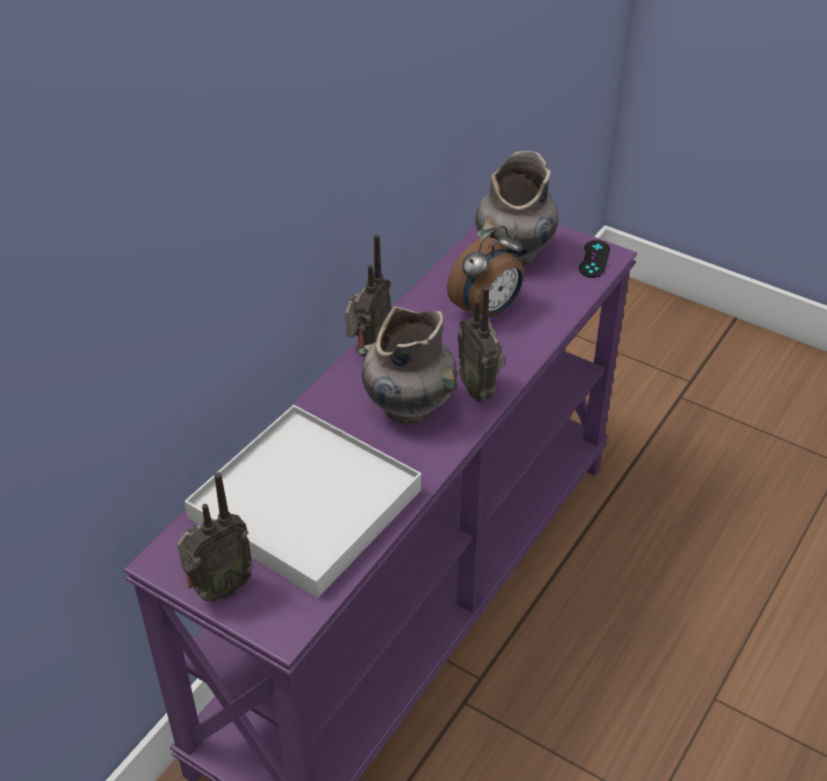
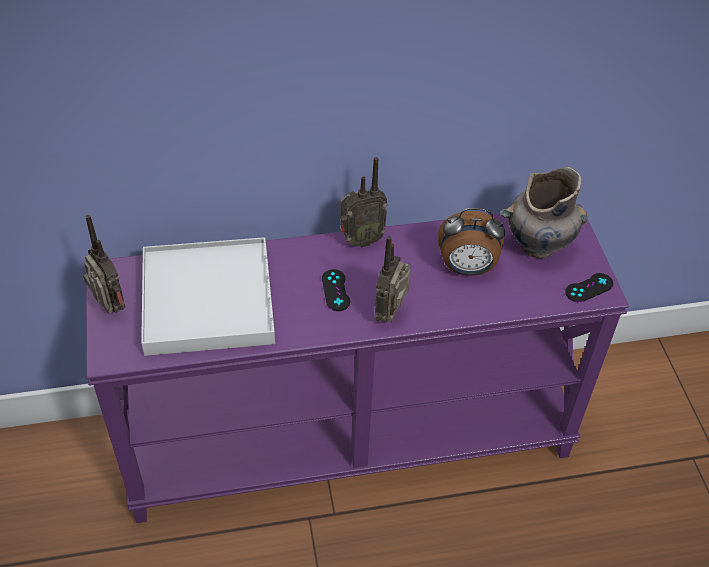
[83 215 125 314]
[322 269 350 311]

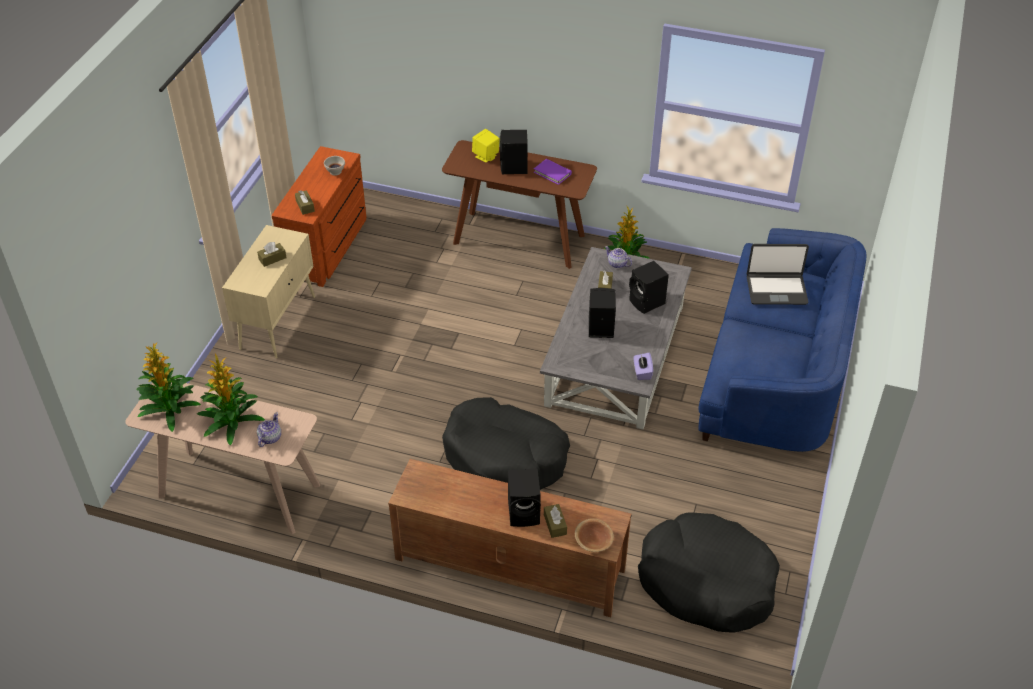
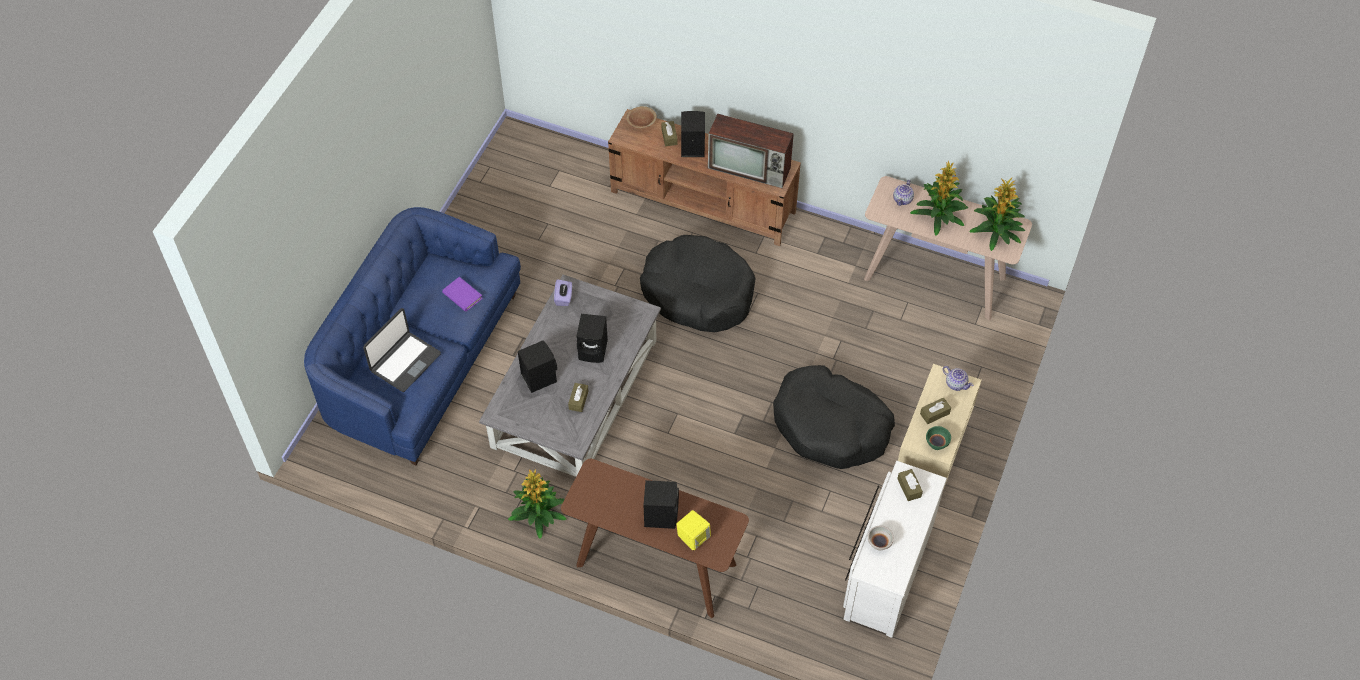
[363 308 441 392]
[442 277 483 312]
[708 114 794 188]
[773 365 895 469]
[843 461 947 638]
[926 426 951 450]
[942 366 973 391]

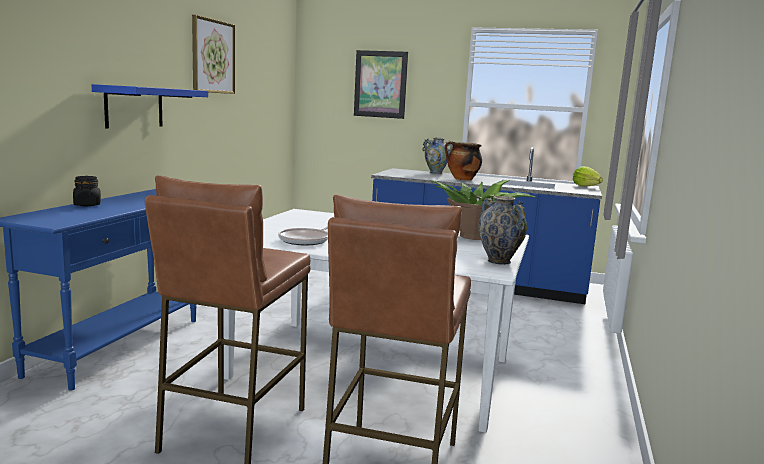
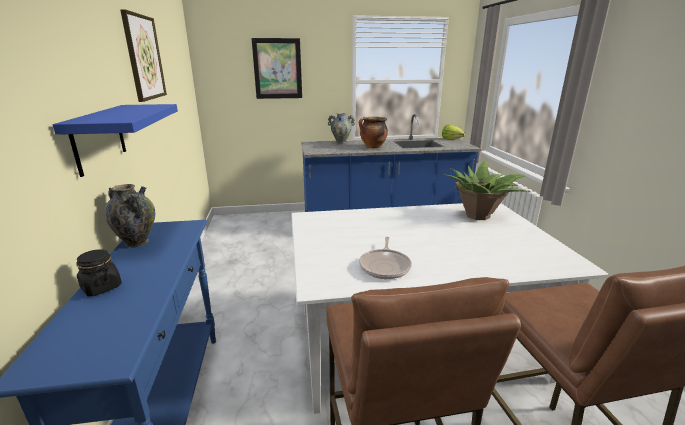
[104 184 155 248]

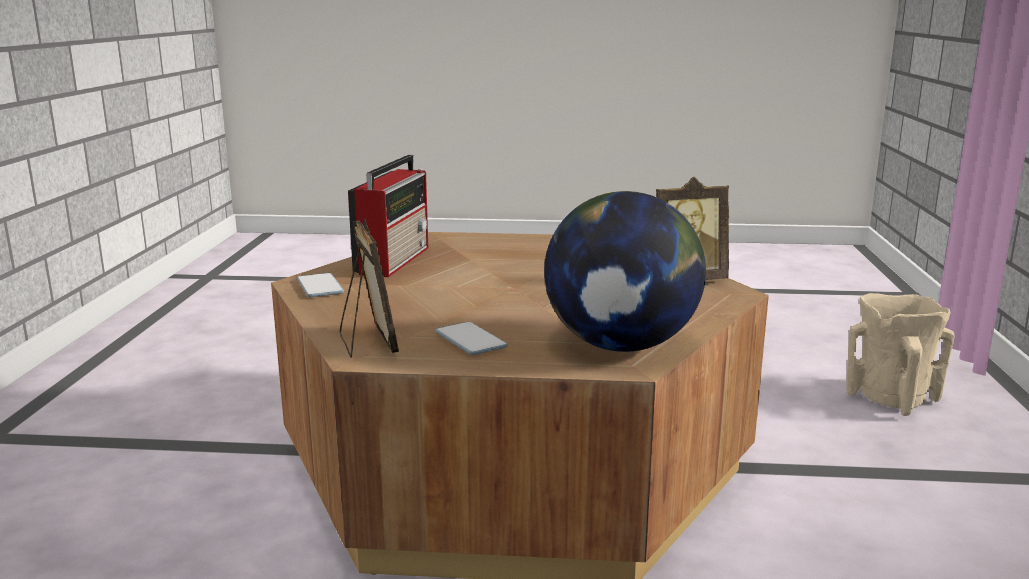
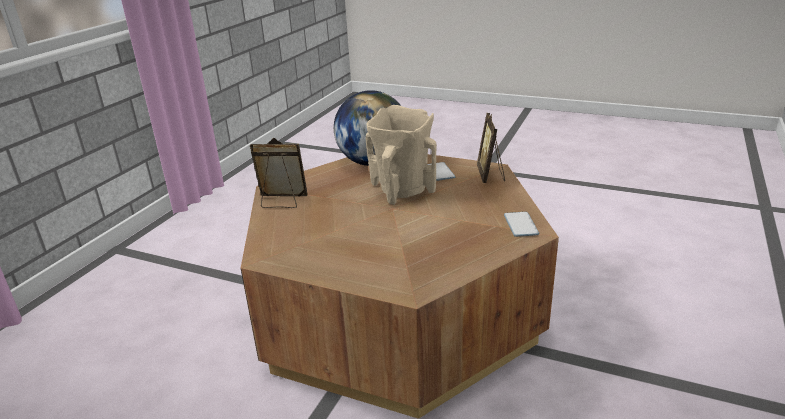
[366 105 437 205]
[348 155 428 277] (first image)

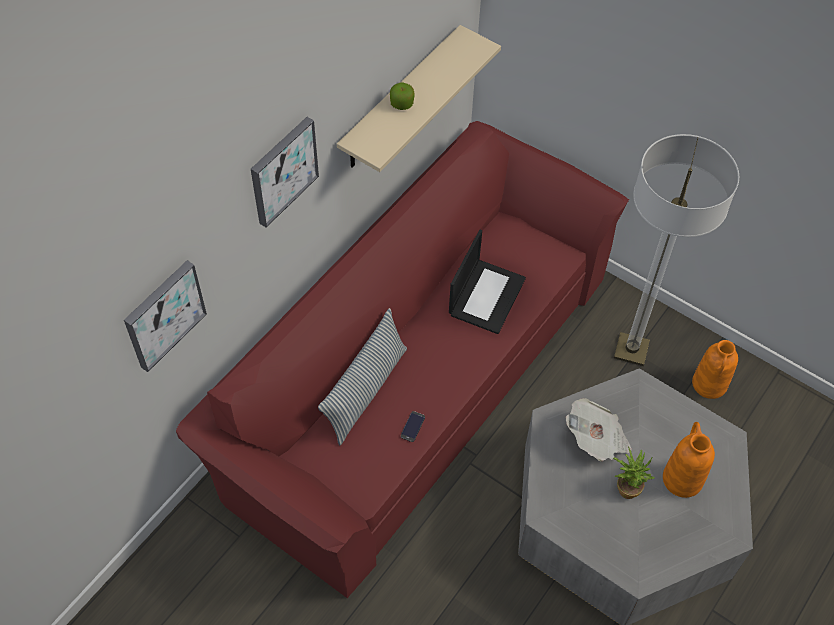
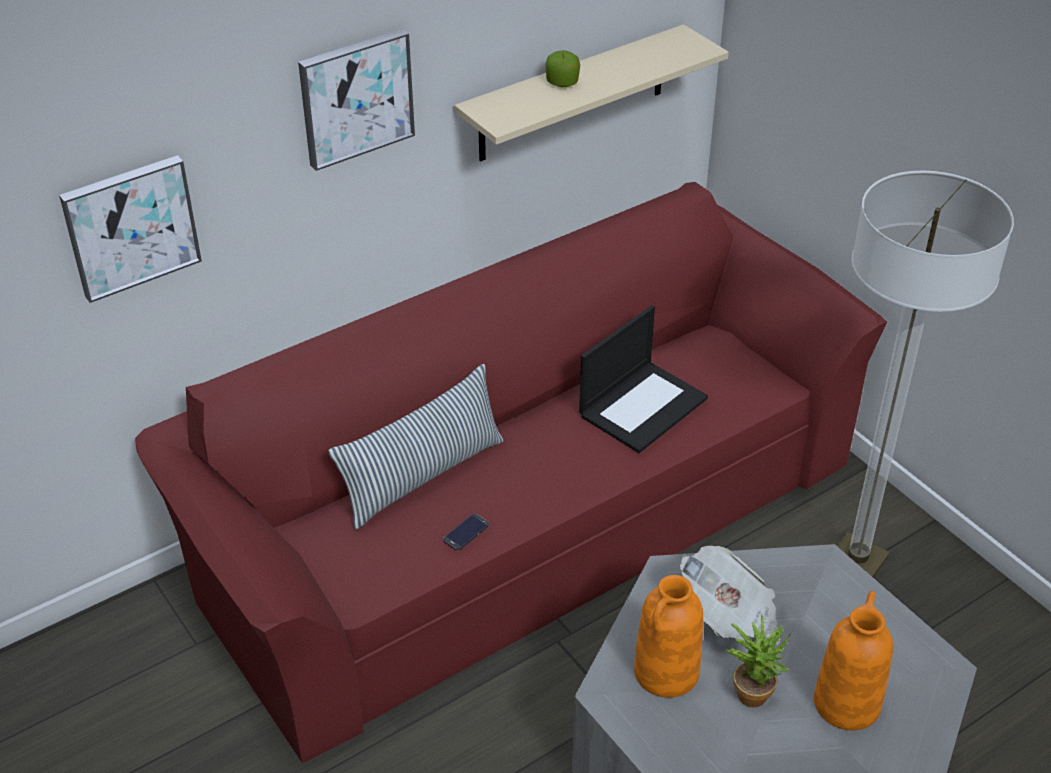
[634 575 703 698]

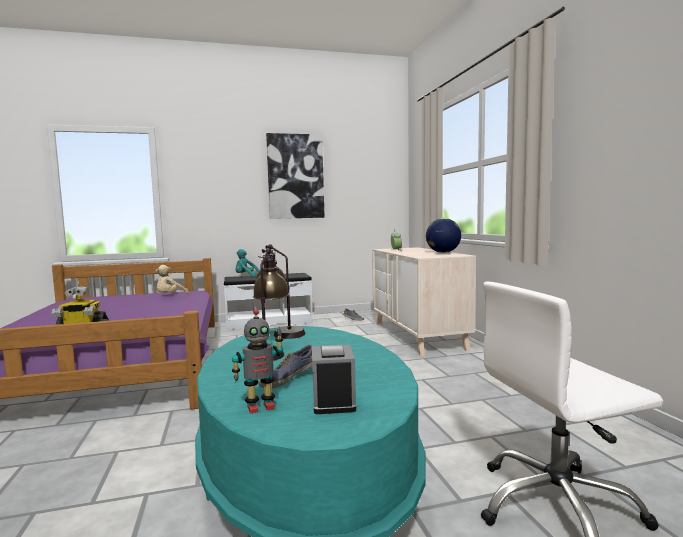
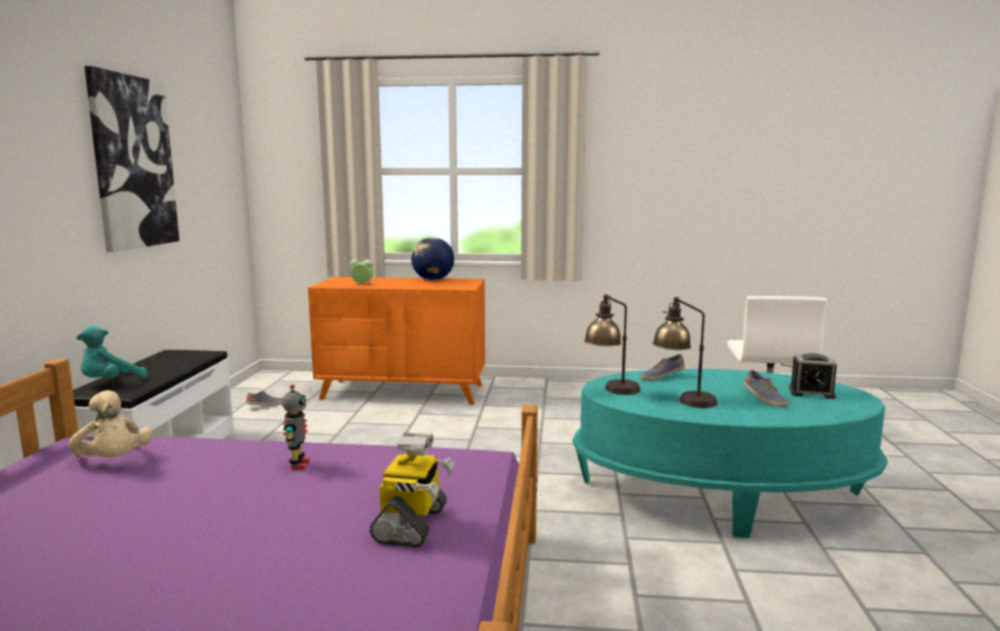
[282 384 310 470]
[308 277 485 405]
[640 354 685 381]

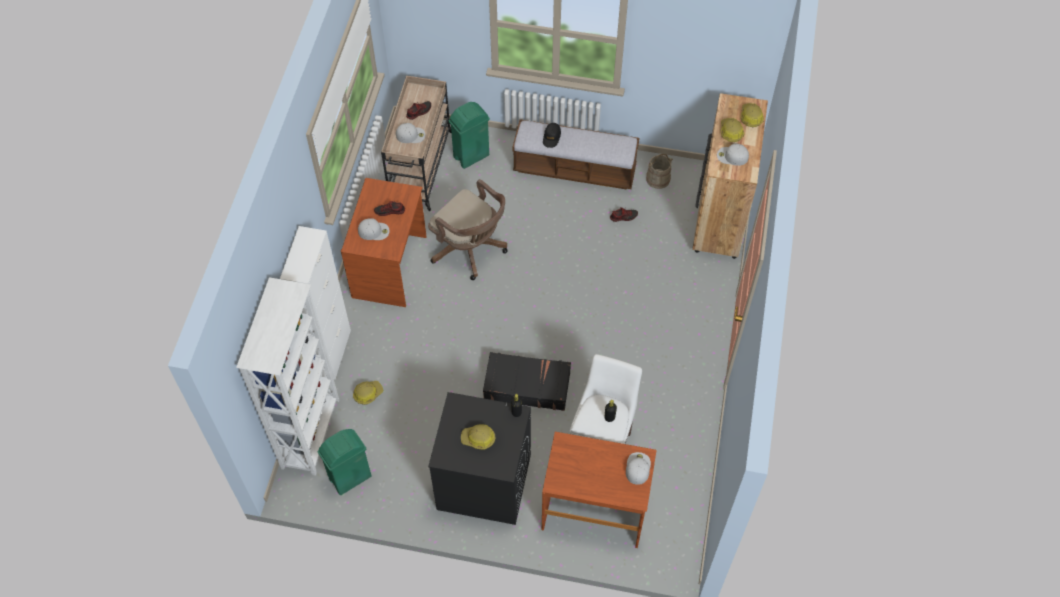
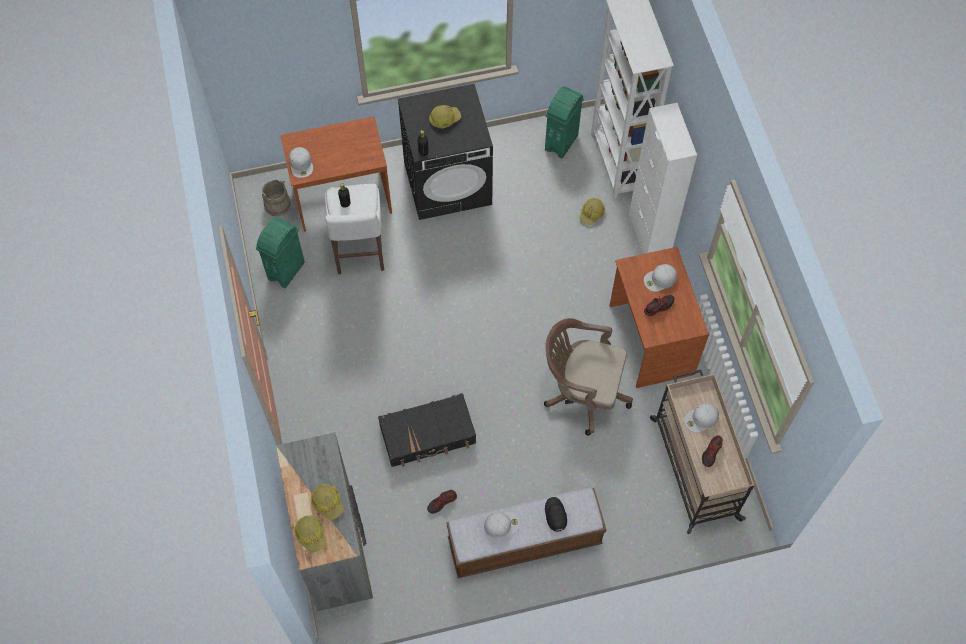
[256 217 305 288]
[262 180 291 217]
[276 432 373 611]
[378 393 476 467]
[484 512 520 538]

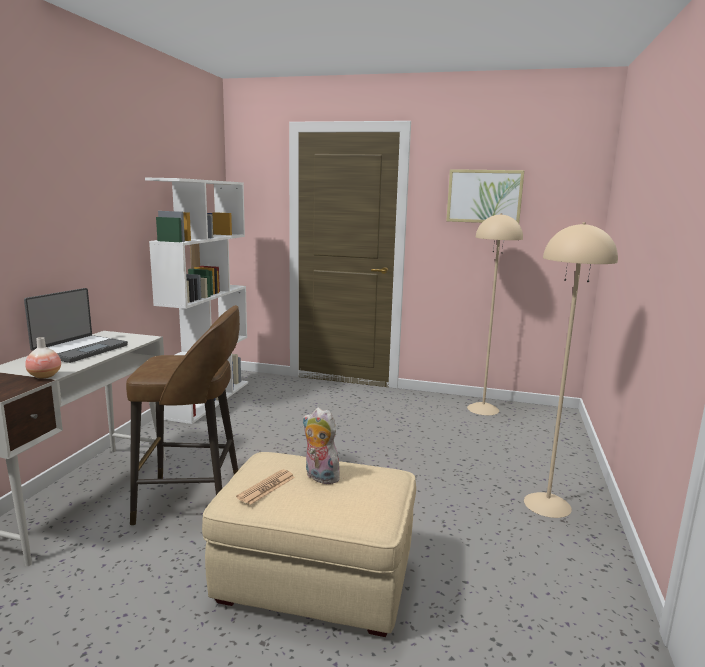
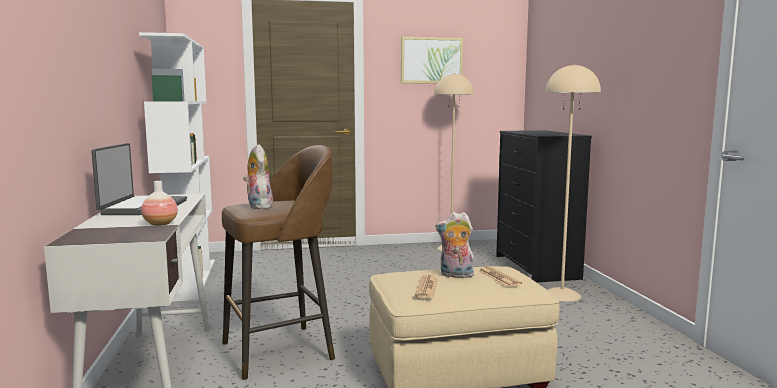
[243 144 273 209]
[479 266 522 287]
[496 130 592 283]

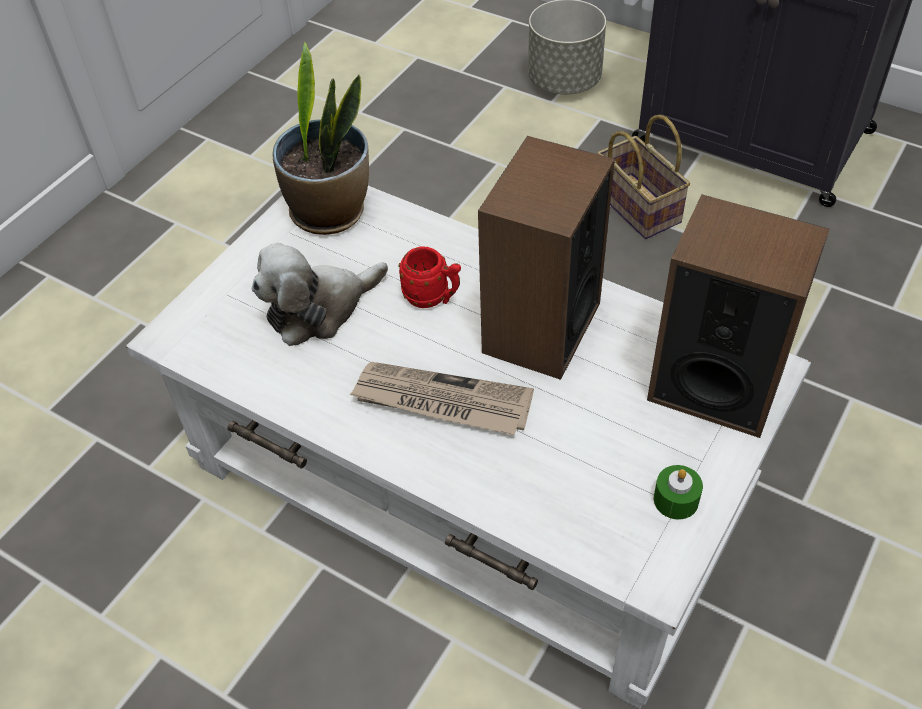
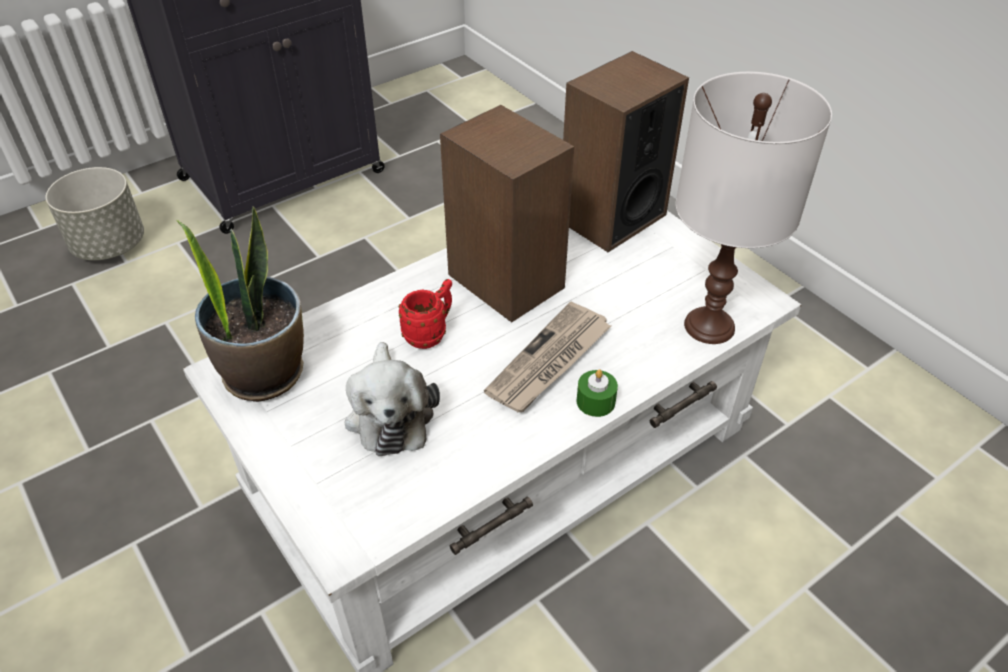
[577 369 618 417]
[676 72 832 344]
[597 115 690 239] (first image)

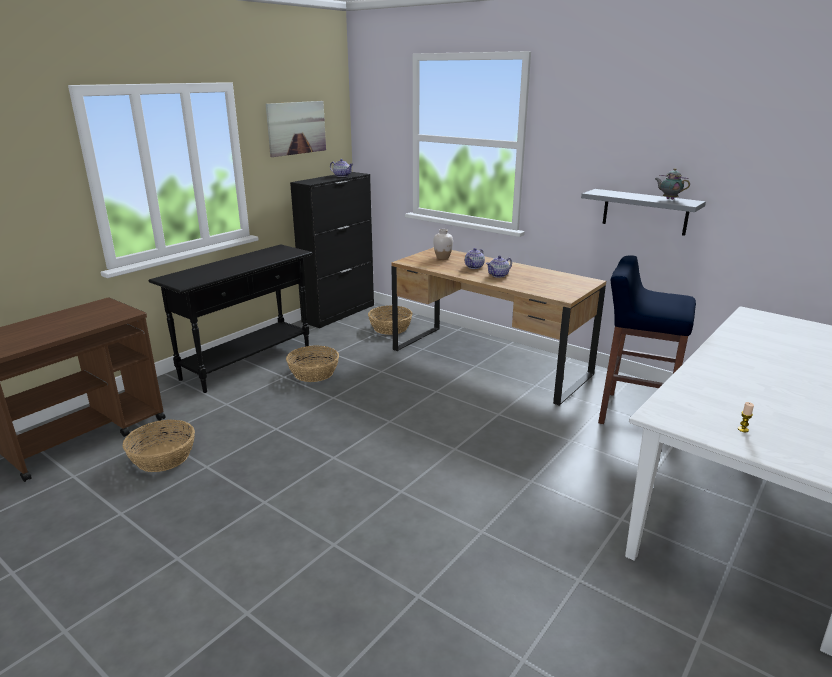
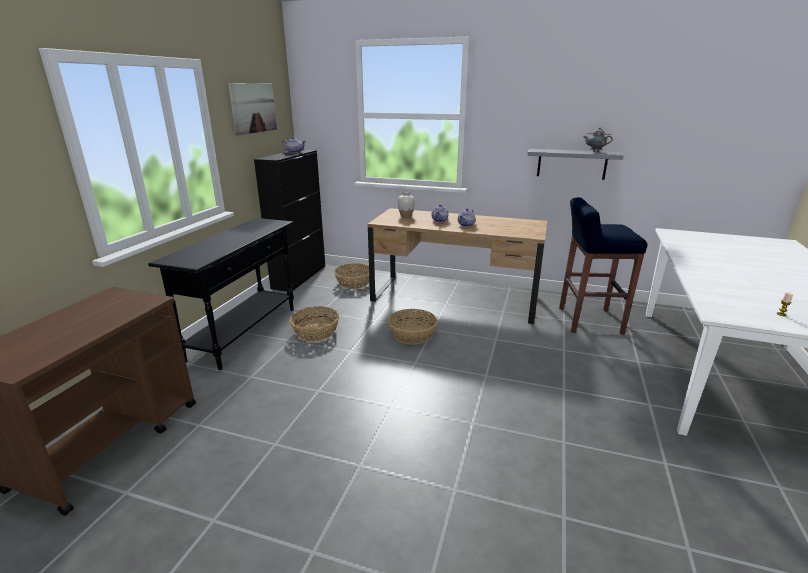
[388 309 437 345]

